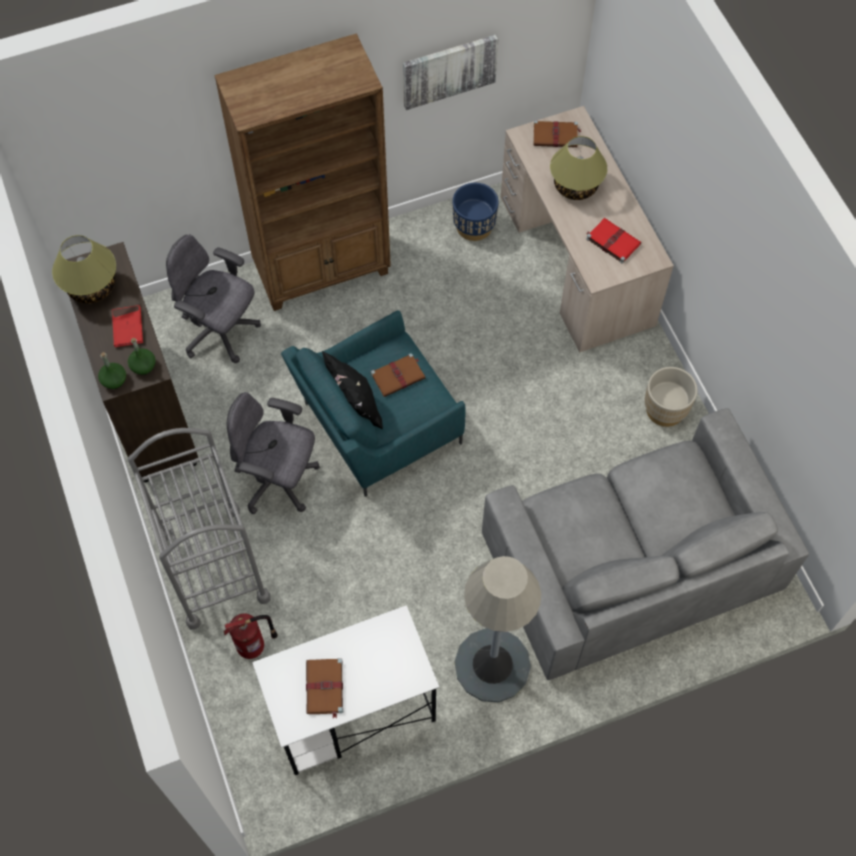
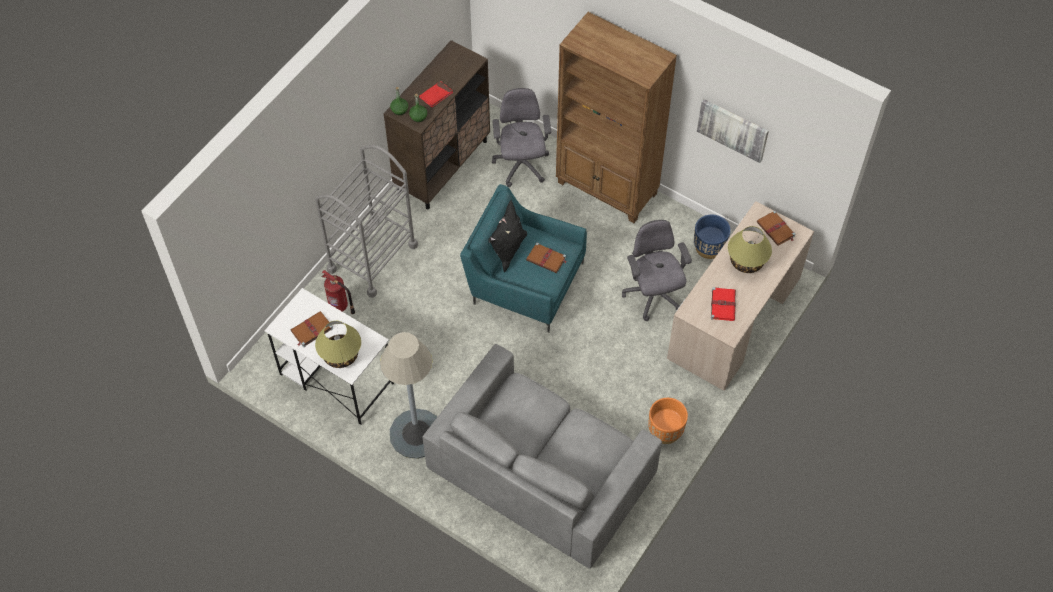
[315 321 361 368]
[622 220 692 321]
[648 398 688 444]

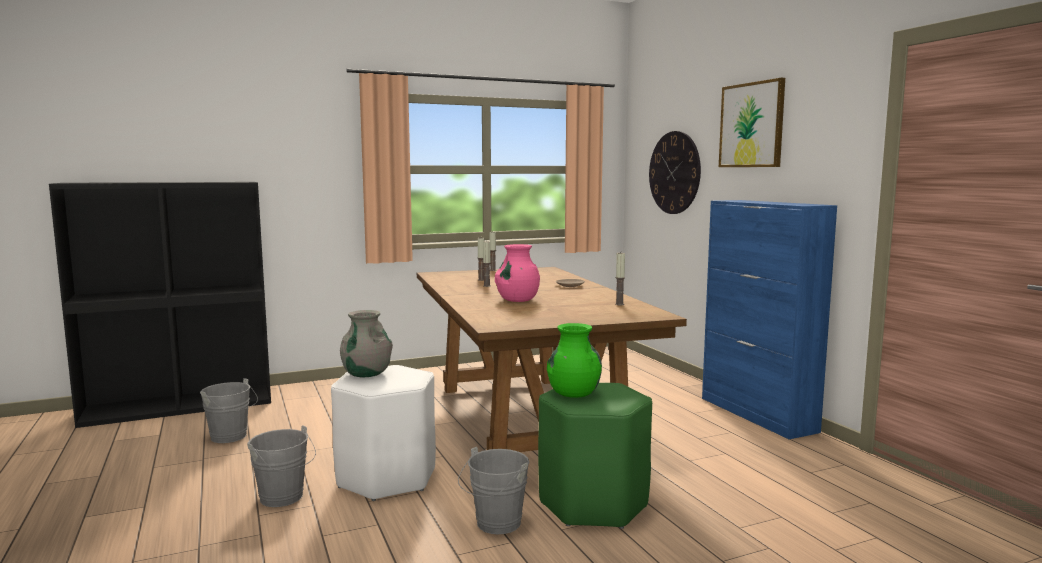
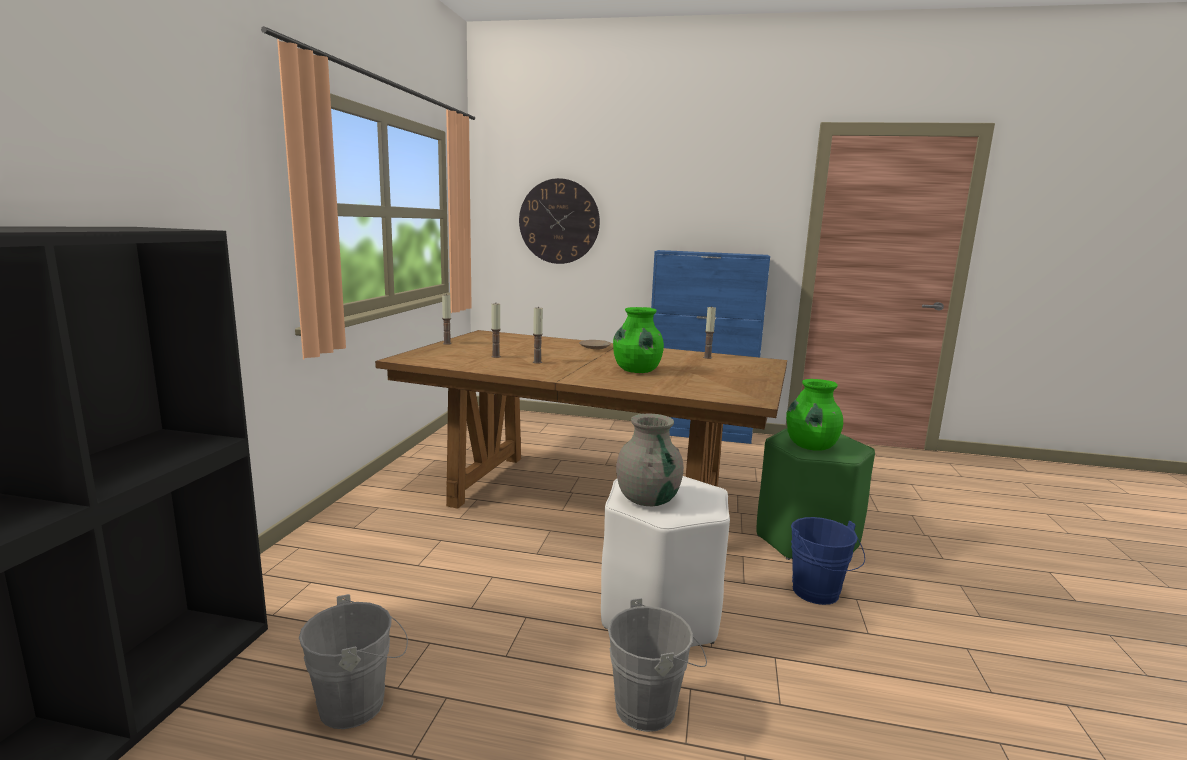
[613 307 664 373]
[791 517 865 605]
[719 78 785 167] (first image)

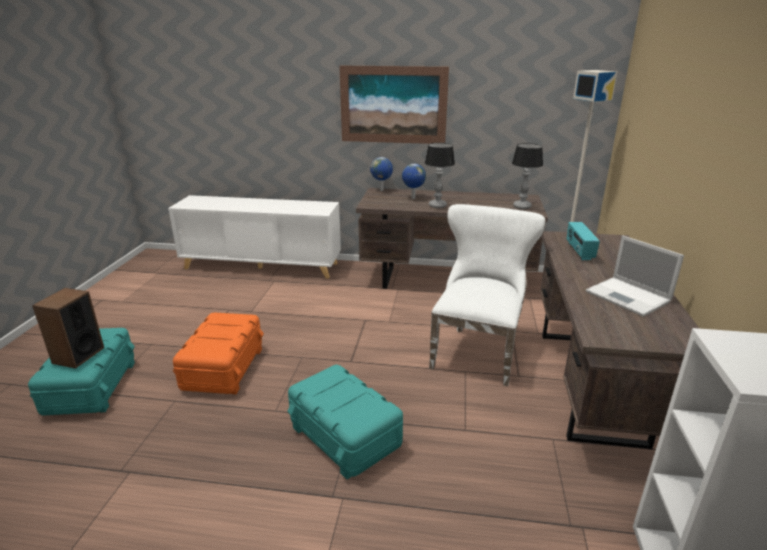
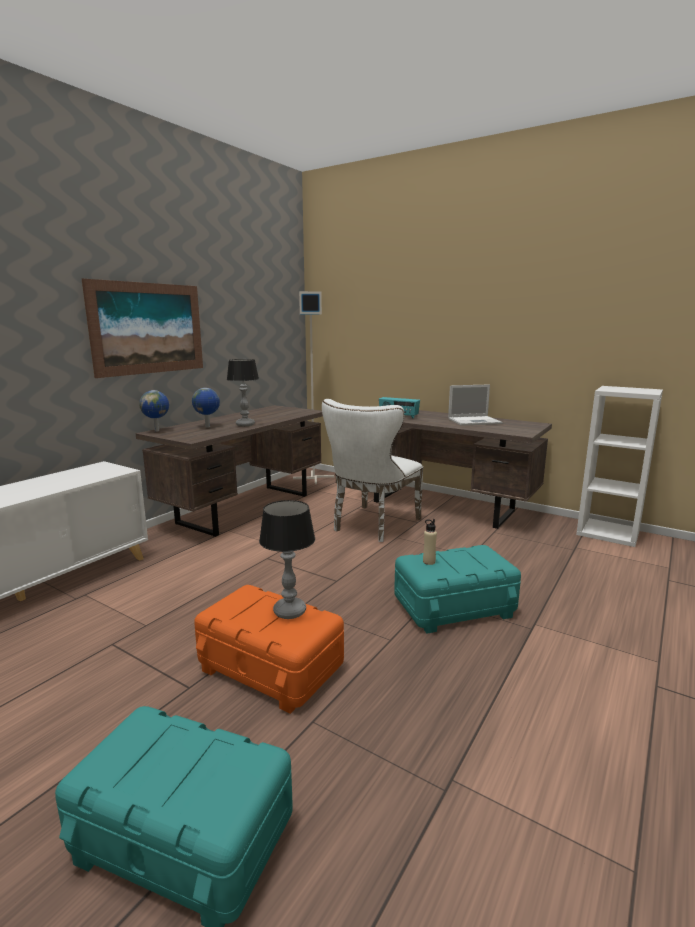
[259 500 315 619]
[322 399 424 542]
[423 519 437 565]
[32 288 104 369] (first image)

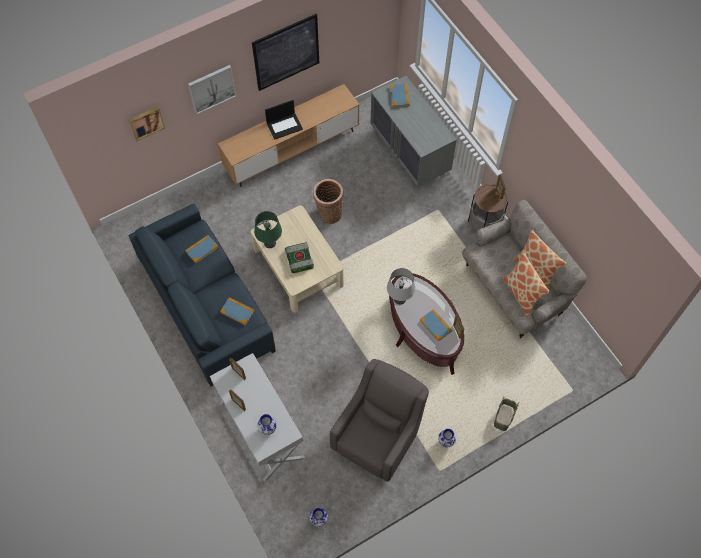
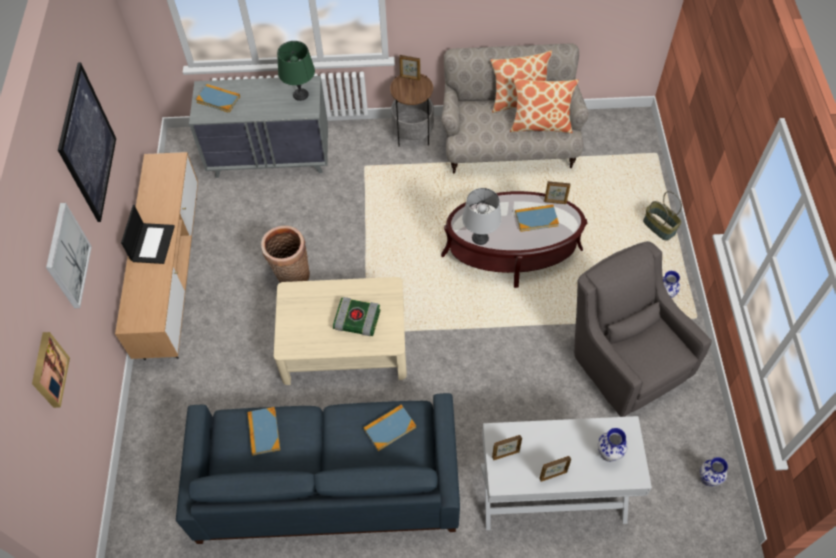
[277 41 315 101]

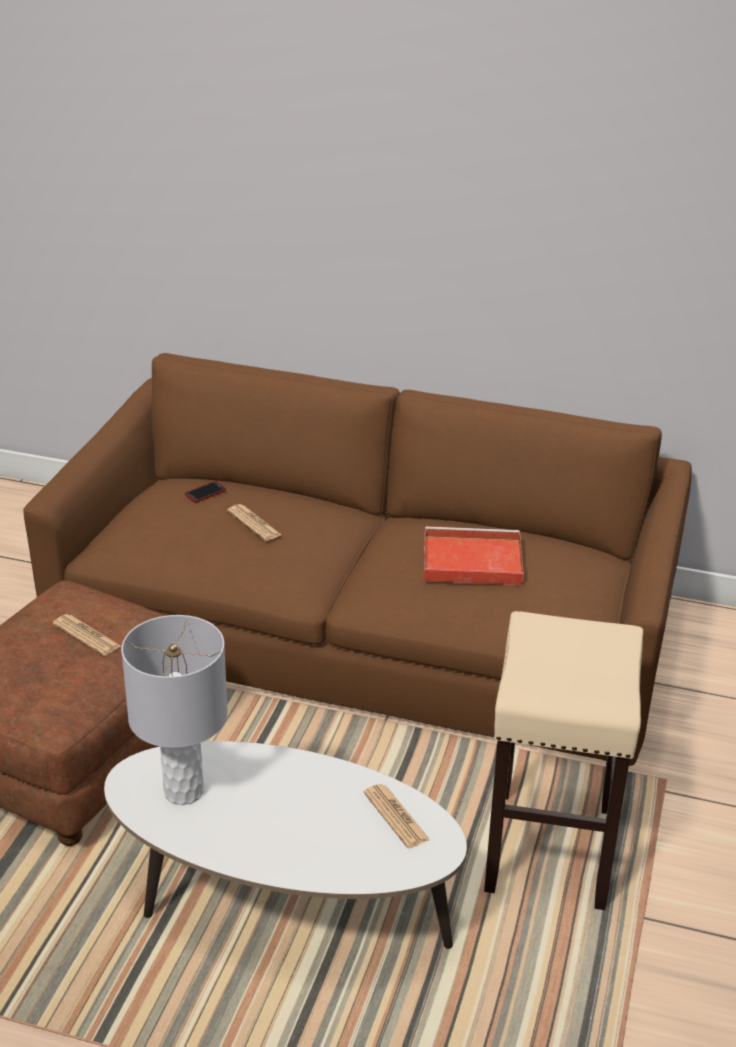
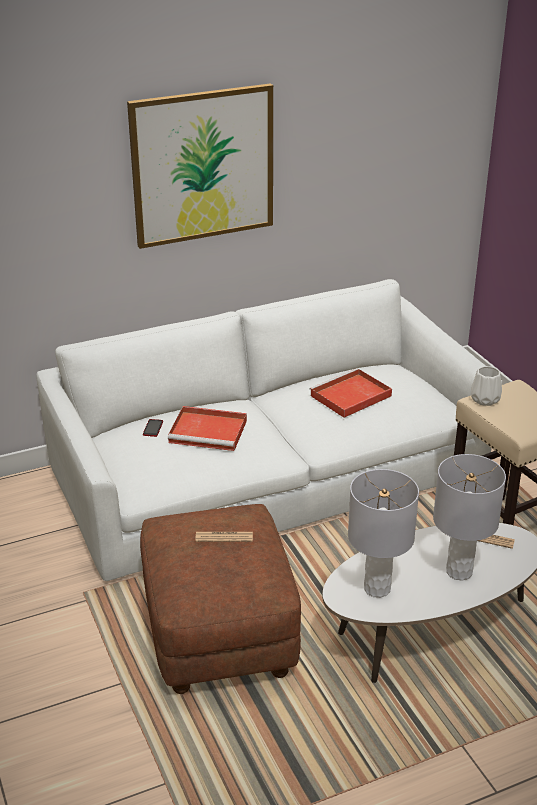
[36 279 502 581]
[127 84 273 249]
[168 406 247 451]
[433 454 506 581]
[471 366 502 406]

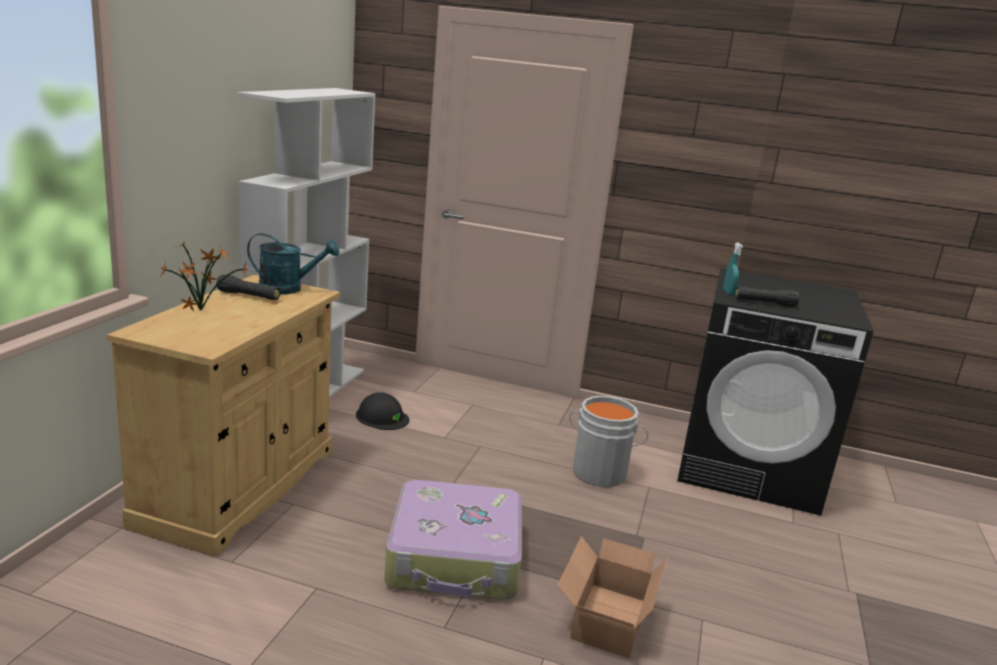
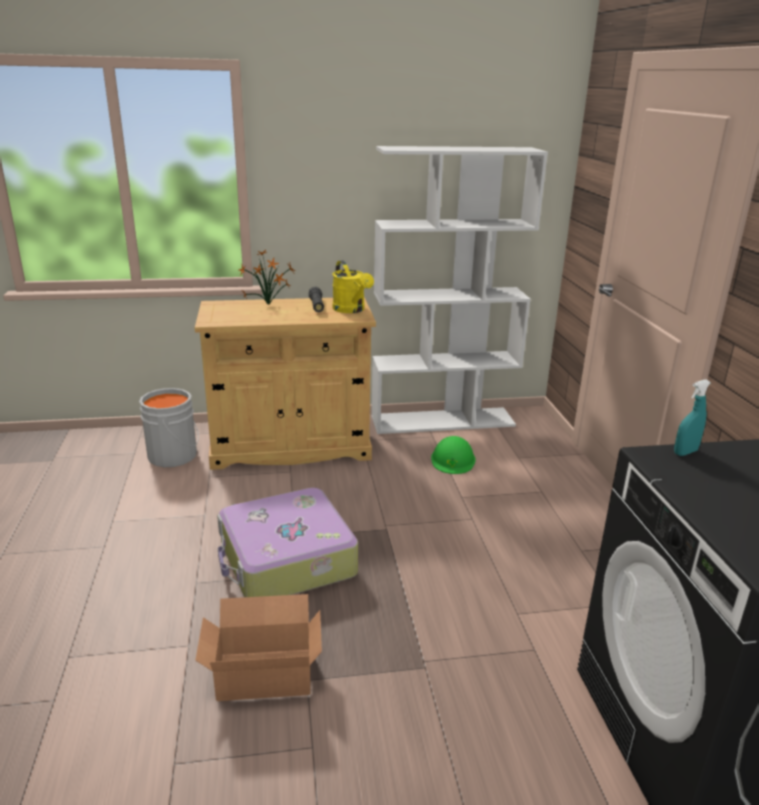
[139 388 199 467]
[332 260 374 313]
[431 436 476 474]
[735 287 799 307] (first image)

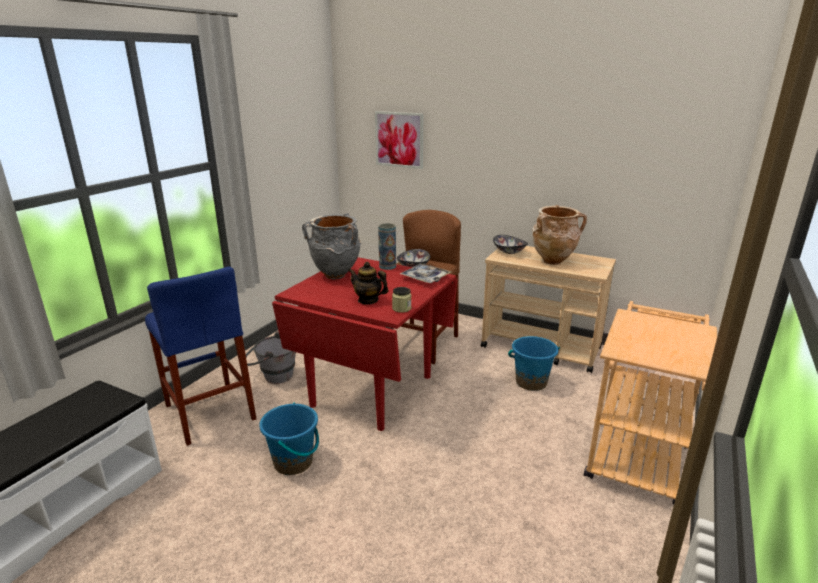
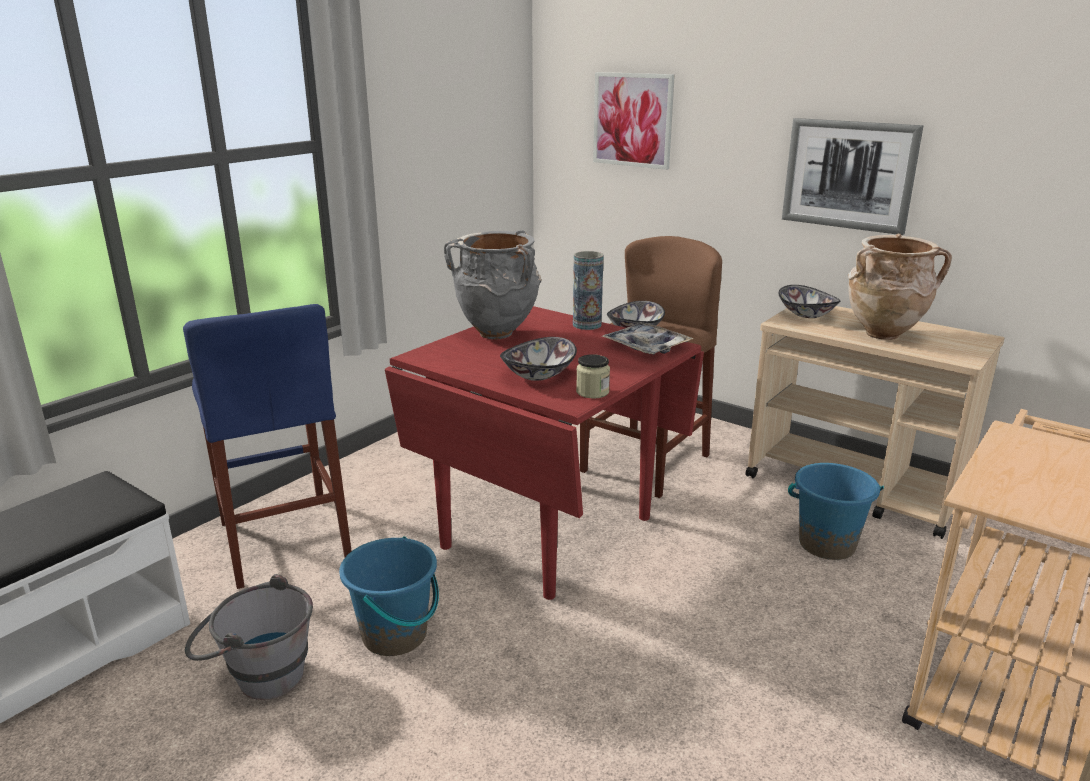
[185 574 313 700]
[500 337 577 381]
[782 118 924 235]

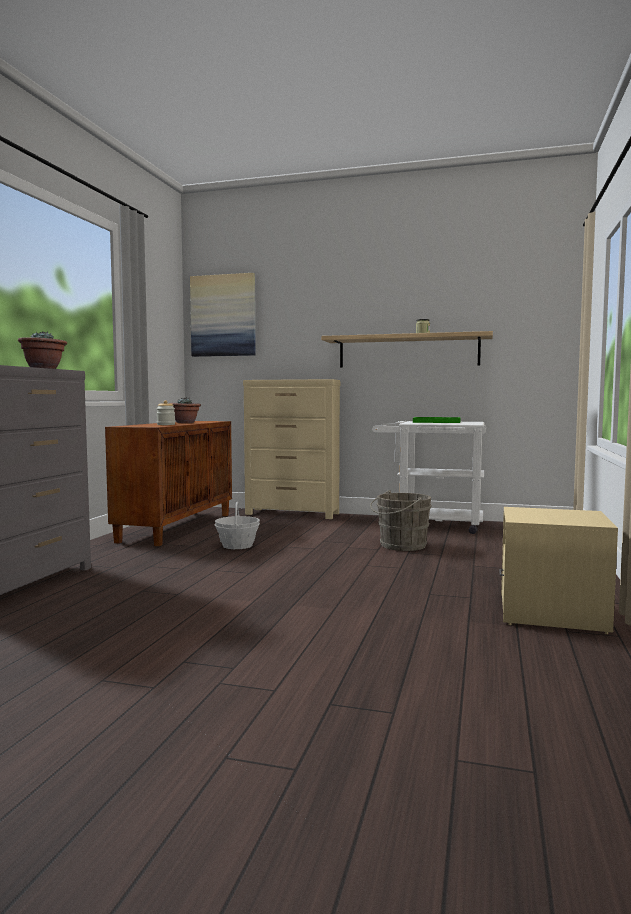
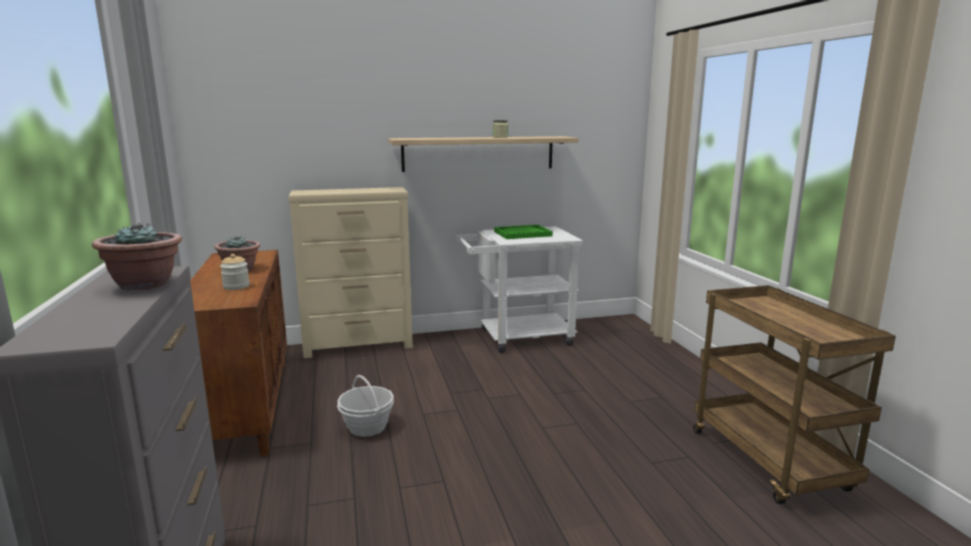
[693 285 896 504]
[190 273 256 357] (first image)
[370 490 432 551] (first image)

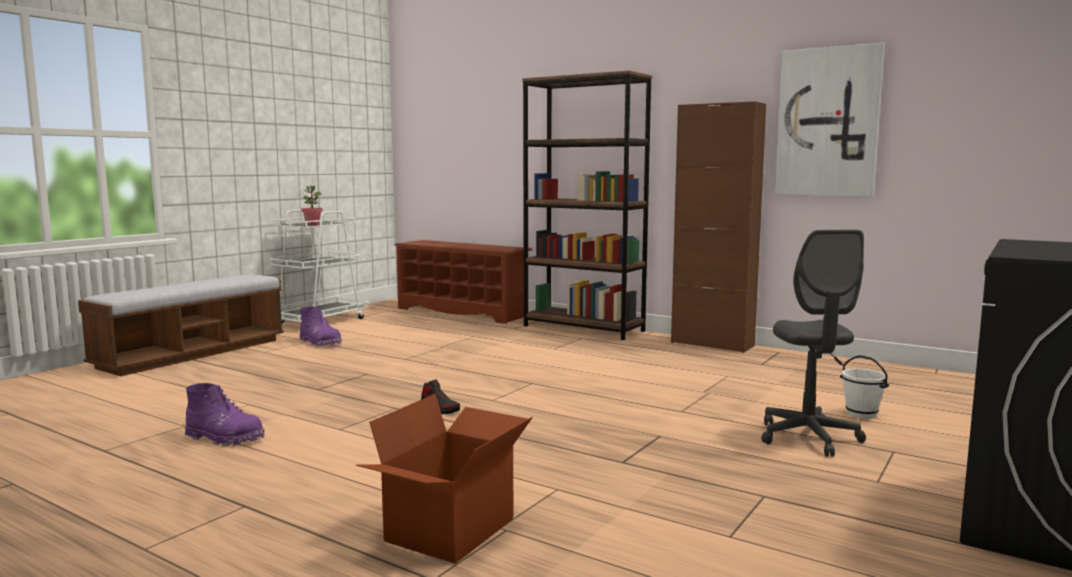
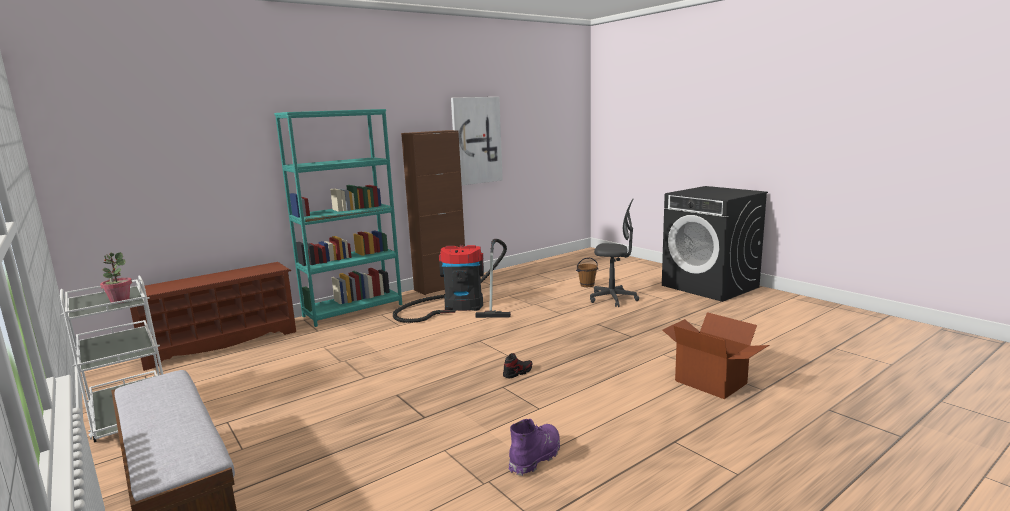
[274 109 402 327]
[393 239 511 323]
[576 258 599 287]
[300 306 342 347] (first image)

